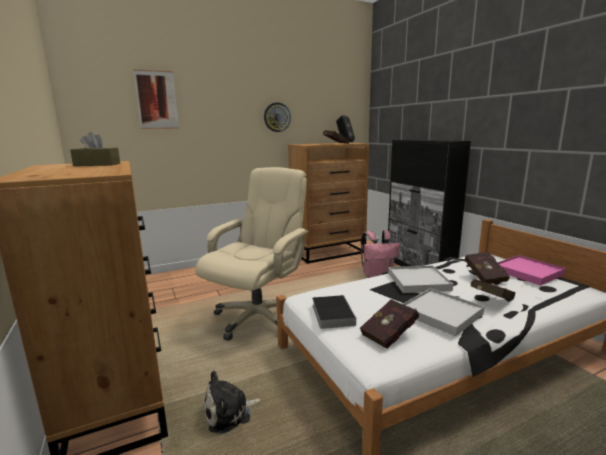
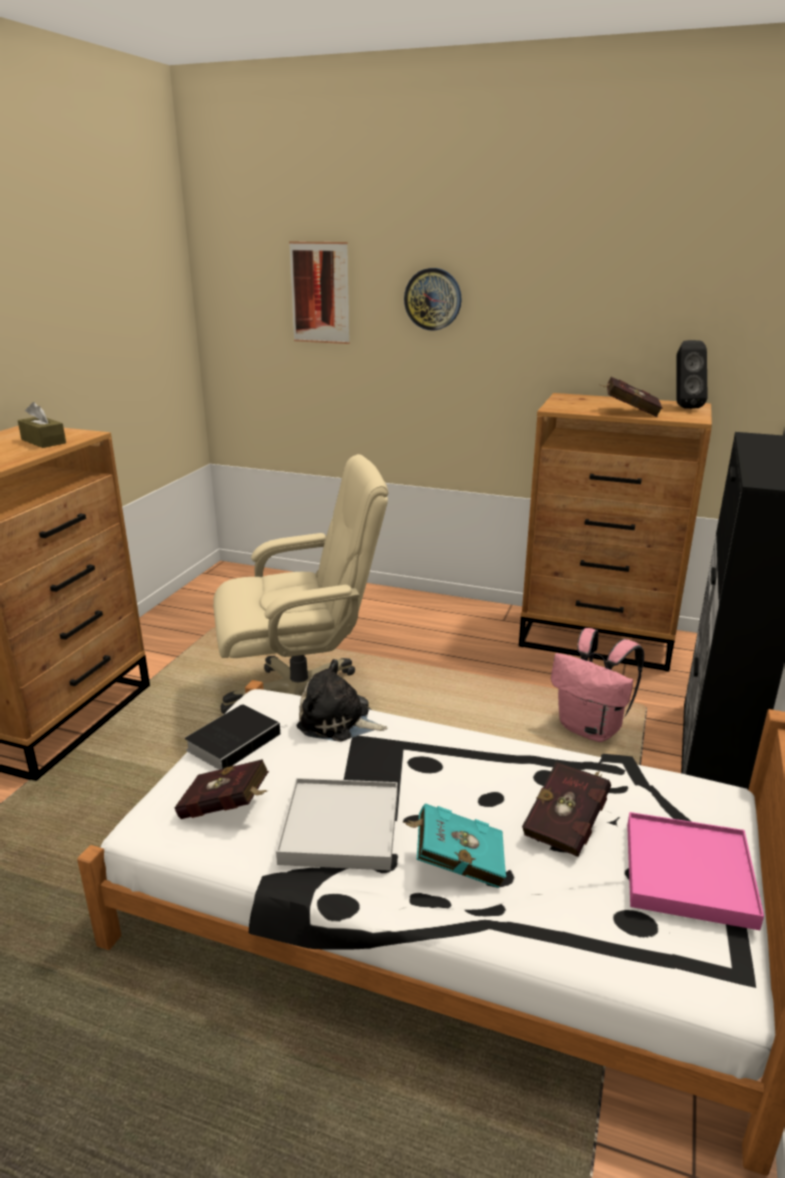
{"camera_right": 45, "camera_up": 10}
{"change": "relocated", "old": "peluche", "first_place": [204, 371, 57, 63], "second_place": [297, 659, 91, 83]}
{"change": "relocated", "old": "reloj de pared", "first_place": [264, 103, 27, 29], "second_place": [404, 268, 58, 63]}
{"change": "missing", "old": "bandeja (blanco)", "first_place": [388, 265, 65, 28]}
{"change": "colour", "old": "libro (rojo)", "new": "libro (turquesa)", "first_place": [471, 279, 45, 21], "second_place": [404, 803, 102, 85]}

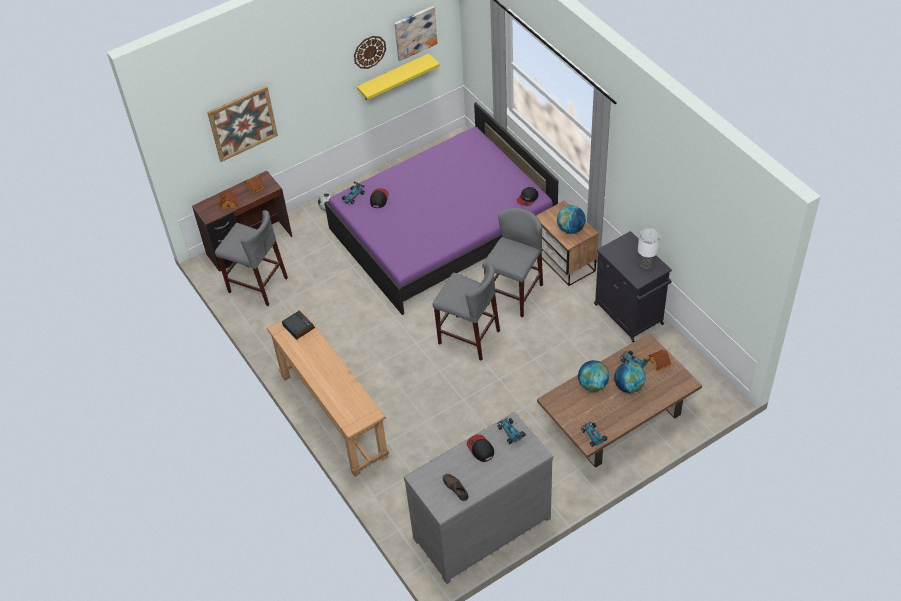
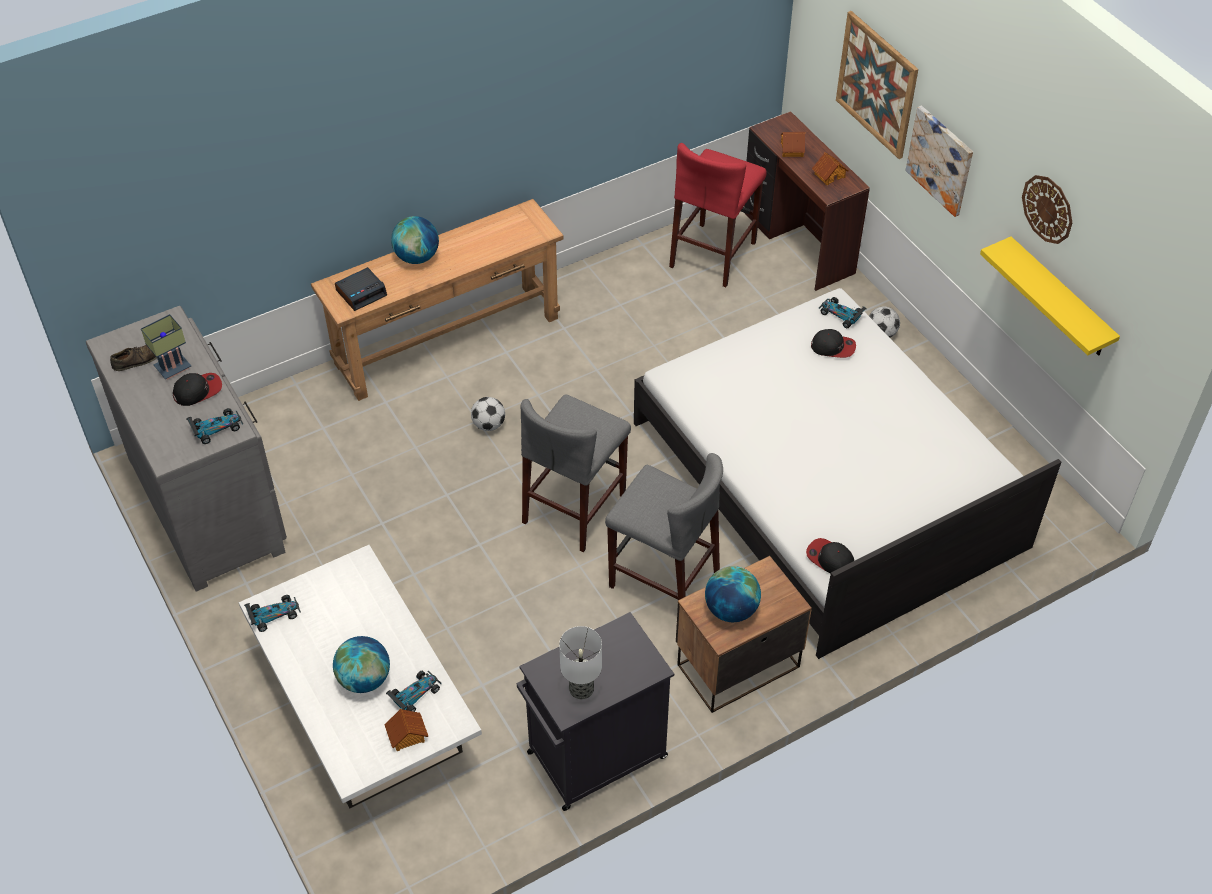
{"camera_right": 90, "camera_up": 0}
{"change": "colour", "old": "taburete (gris)", "new": "taburete (rojo)", "first_place": [215, 210, 73, 96], "second_place": [669, 143, 98, 144]}
{"change": "relocated", "old": "despertador", "first_place": [282, 311, 33, 29], "second_place": [335, 267, 52, 44]}
{"change": "colour", "old": "cama (morado)", "new": "cama (blanco)", "first_place": [324, 102, 234, 213], "second_place": [634, 288, 427, 371]}
{"change": "relocated", "old": "cuadro", "first_place": [394, 6, 43, 55], "second_place": [906, 106, 67, 111]}
{"change": "colour", "old": "mesa de centro (marrón)", "new": "mesa de centro (blanco)", "first_place": [537, 333, 165, 135], "second_place": [239, 545, 243, 263]}
{"change": "relocated", "old": "globo terráqueo", "first_place": [578, 360, 31, 31], "second_place": [391, 216, 48, 48]}
{"change": "appeared", "new": "lámpara de mesa", "second_place": [141, 314, 50, 66]}
{"change": "appeared", "new": "balón de fútbol", "second_place": [471, 397, 34, 34]}

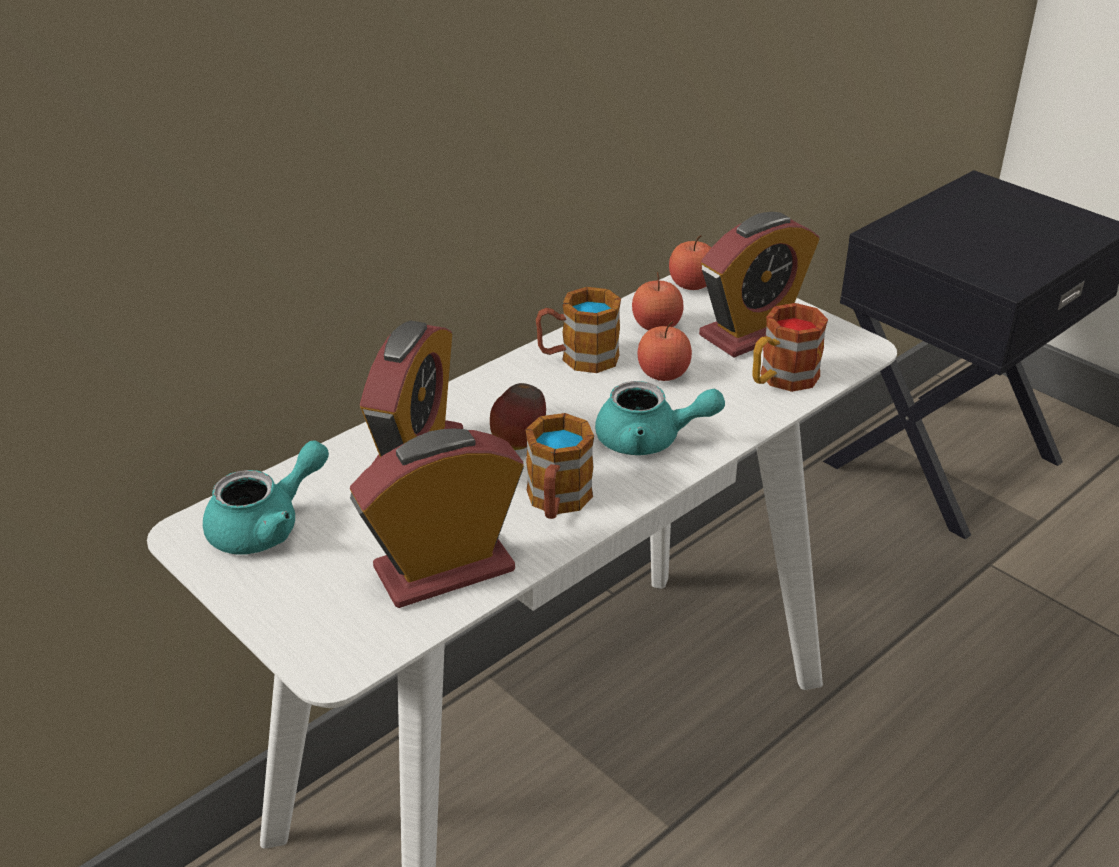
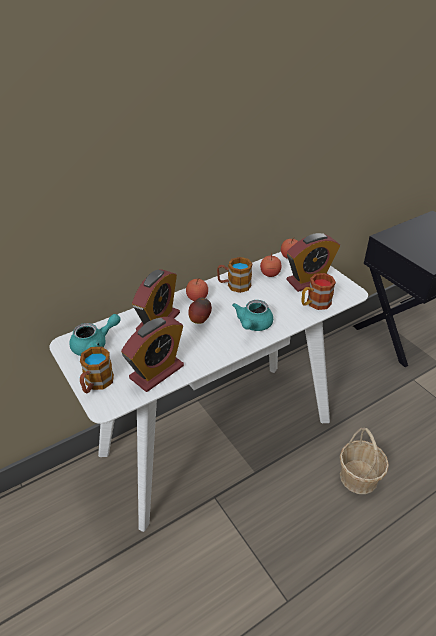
{"camera_right": 10, "camera_up": 5}
{"change": "spun", "old": "despertador", "first_place": [350, 428, 174, 180], "second_place": [121, 317, 63, 75], "degrees": 150}
{"change": "relocated", "old": "taza grande", "first_place": [525, 413, 69, 106], "second_place": [80, 347, 34, 46]}
{"change": "spun", "old": "tetera (turquesa)", "first_place": [595, 381, 130, 74], "second_place": [232, 300, 41, 31], "degrees": 90}
{"change": "relocated", "old": "manzana", "first_place": [637, 321, 55, 60], "second_place": [186, 278, 22, 23]}
{"change": "appeared", "new": "cesta", "second_place": [340, 427, 49, 67]}

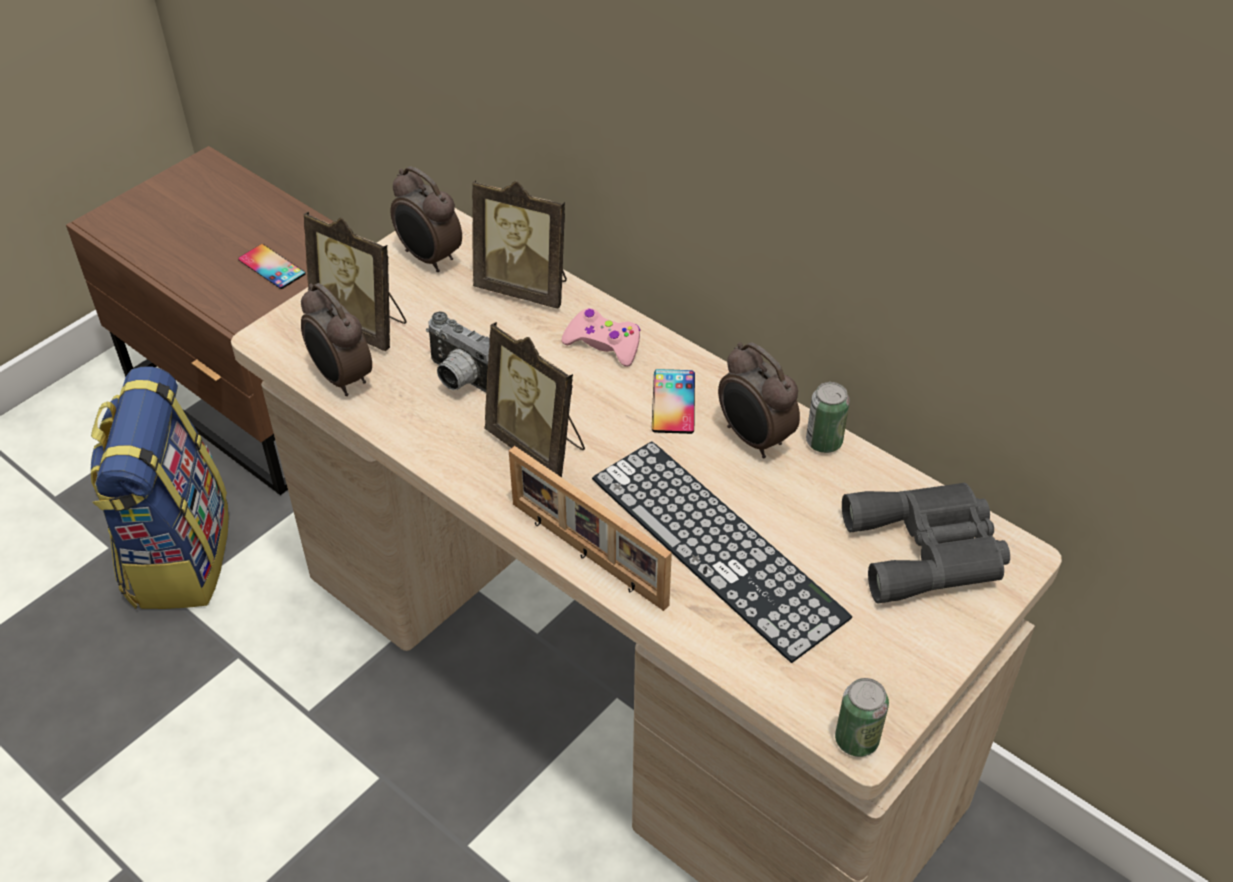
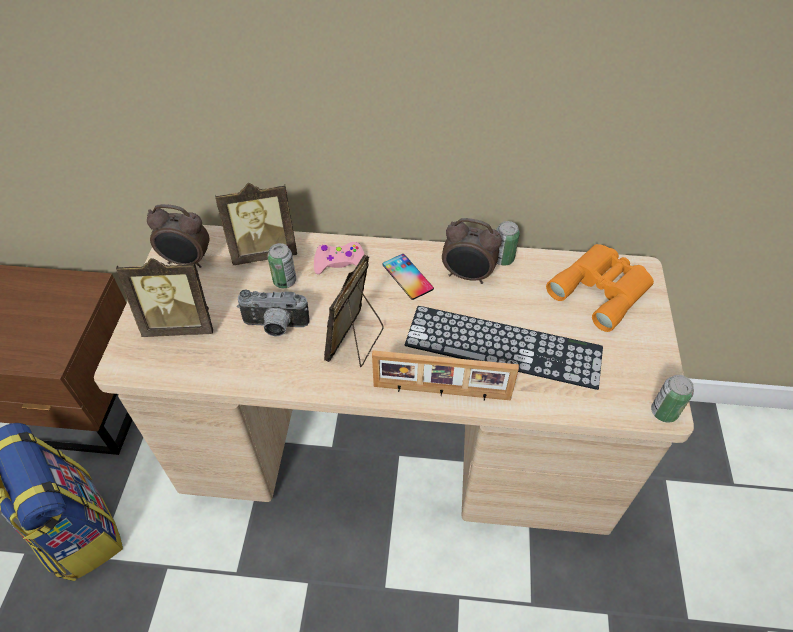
{"camera_right": -35, "camera_up": 5}
{"change": "missing", "old": "móvil", "first_place": [238, 244, 68, 45]}
{"change": "missing", "old": "despertador", "first_place": [301, 283, 71, 113]}
{"change": "spun", "old": "portarretratos", "first_place": [484, 322, 101, 155], "second_place": [324, 255, 60, 112], "degrees": 105}
{"change": "colour", "old": "prismáticos (gris)", "new": "prismáticos (naranja)", "first_place": [842, 482, 168, 121], "second_place": [546, 244, 108, 88]}
{"change": "appeared", "new": "lata", "second_place": [267, 243, 29, 45]}

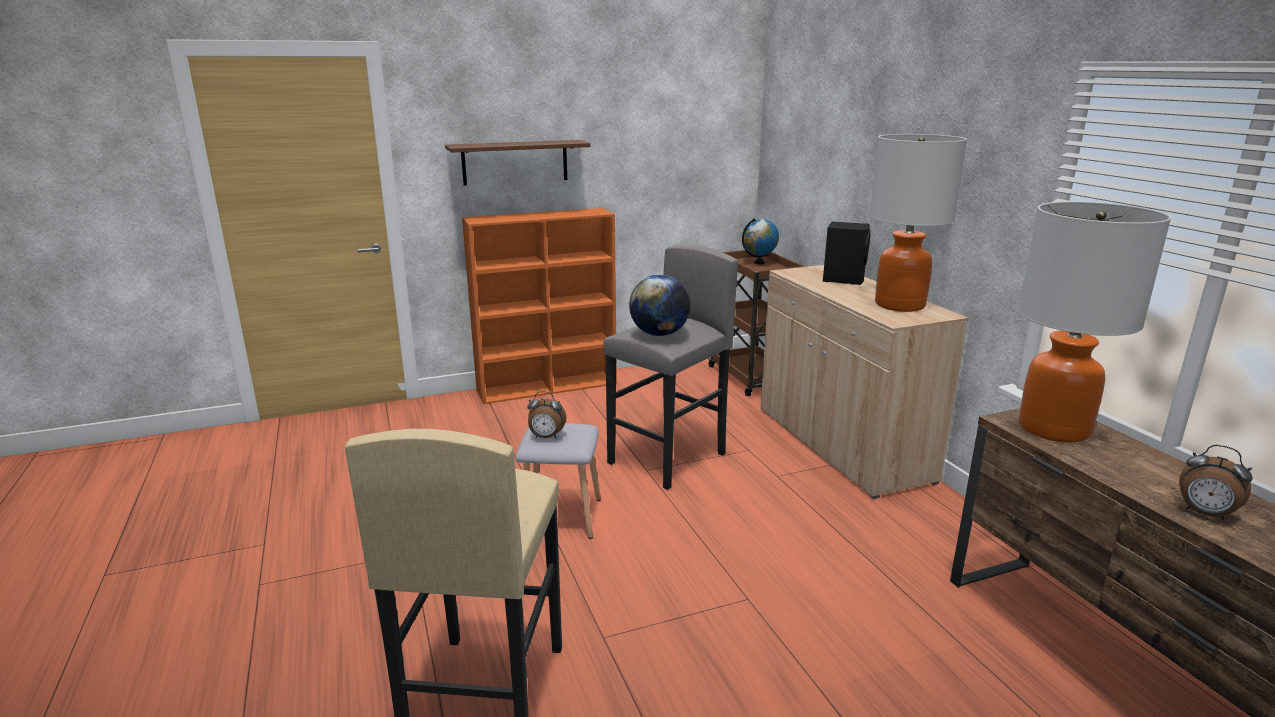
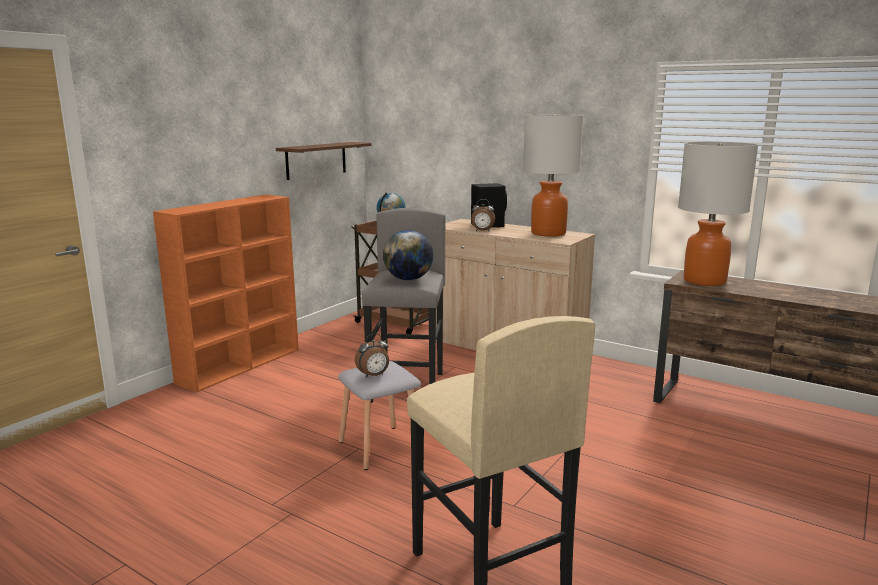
{"camera_right": -35, "camera_up": -5}
{"change": "relocated", "old": "estante (marrón)", "first_place": [445, 140, 145, 45], "second_place": [276, 142, 96, 38]}
{"change": "relocated", "old": "despertador", "first_place": [1179, 445, 74, 76], "second_place": [471, 199, 24, 32]}

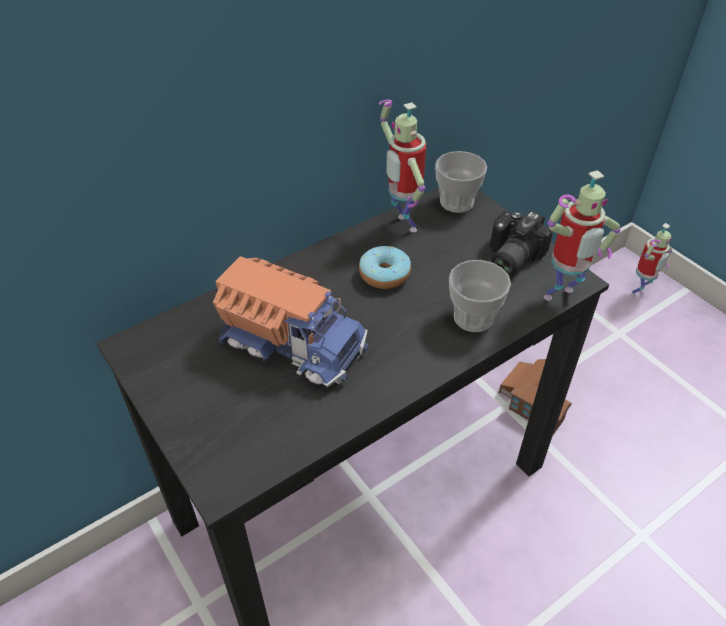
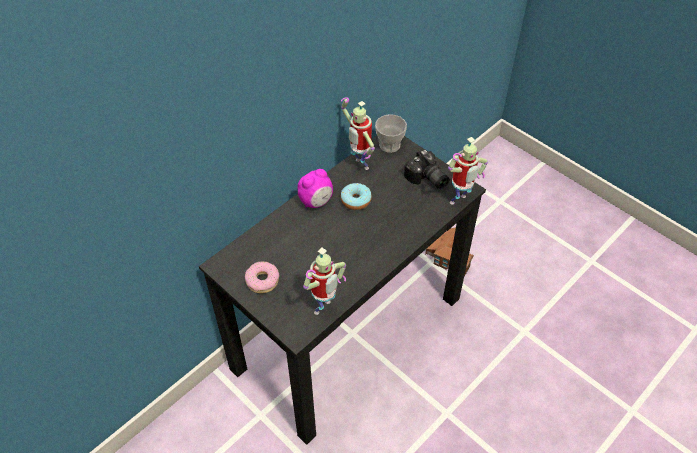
{"camera_right": -10, "camera_up": 5}
{"change": "missing", "old": "camión de juguete", "first_place": [213, 256, 156, 131]}
{"change": "missing", "old": "taza", "first_place": [449, 260, 62, 72]}
{"change": "spun", "old": "cámara", "first_place": [490, 211, 63, 66], "second_place": [404, 149, 46, 40], "degrees": -60}
{"change": "relocated", "old": "robot de juguete", "first_place": [630, 223, 43, 74], "second_place": [303, 248, 43, 67]}
{"change": "appeared", "new": "rosquilla", "second_place": [245, 261, 34, 33]}
{"change": "appeared", "new": "despertador", "second_place": [298, 169, 35, 39]}

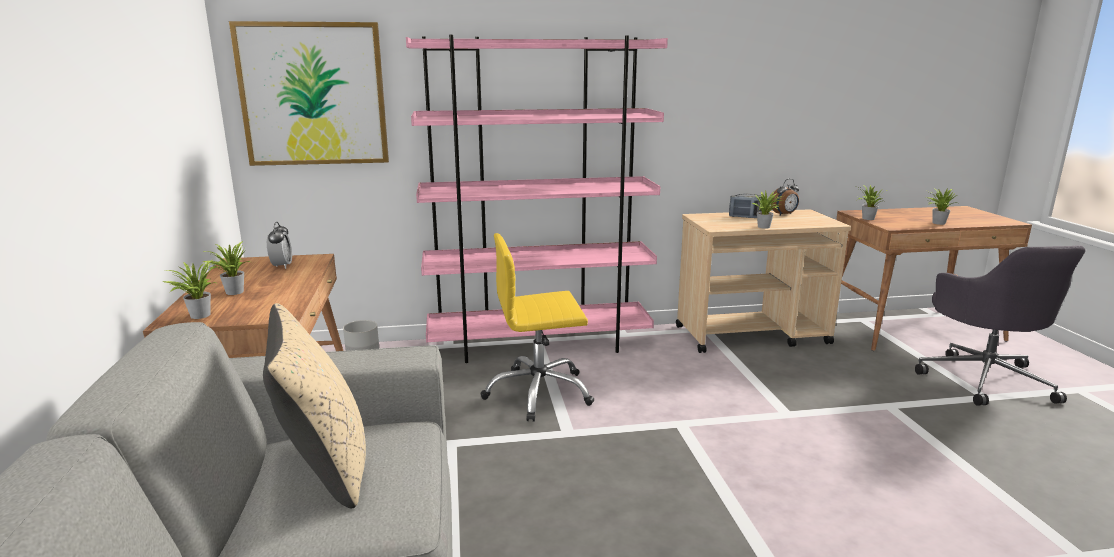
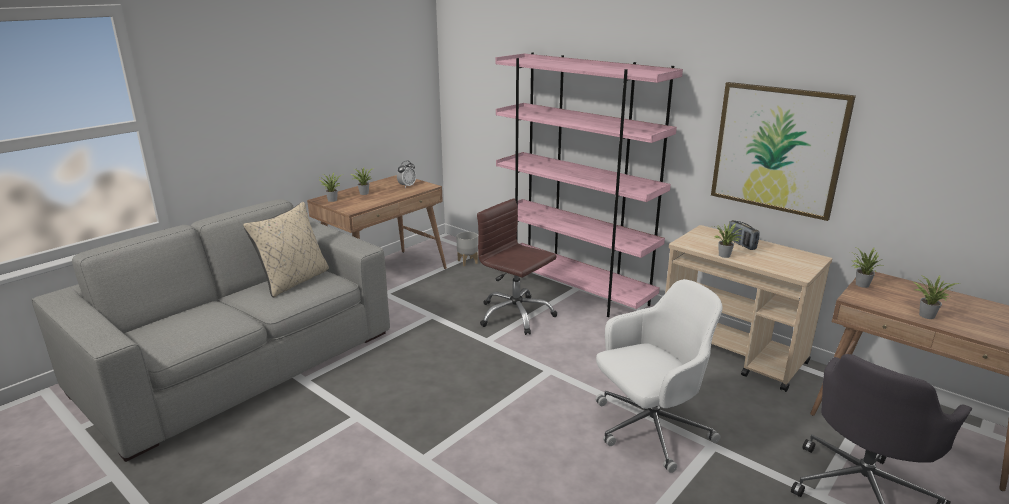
{"camera_right": 50, "camera_up": 5}
{"change": "relocated", "old": "cuadro", "first_place": [229, 21, 160, 145], "second_place": [711, 82, 145, 139]}
{"change": "colour", "old": "silla de oficina (amarillo)", "new": "silla de oficina (marrón)", "first_place": [481, 233, 113, 189], "second_place": [477, 198, 80, 137]}
{"change": "missing", "old": "despertador", "first_place": [771, 179, 28, 36]}
{"change": "appeared", "new": "silla de oficina (blanco)", "second_place": [595, 279, 128, 194]}

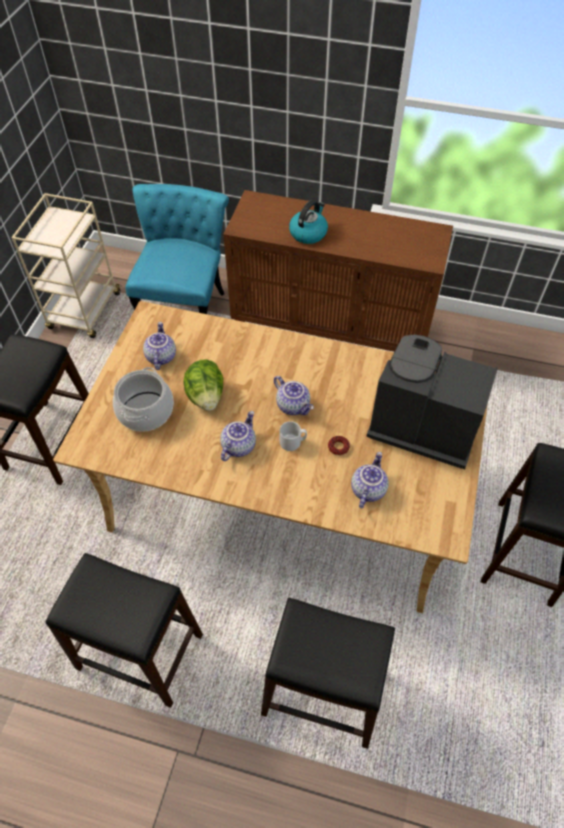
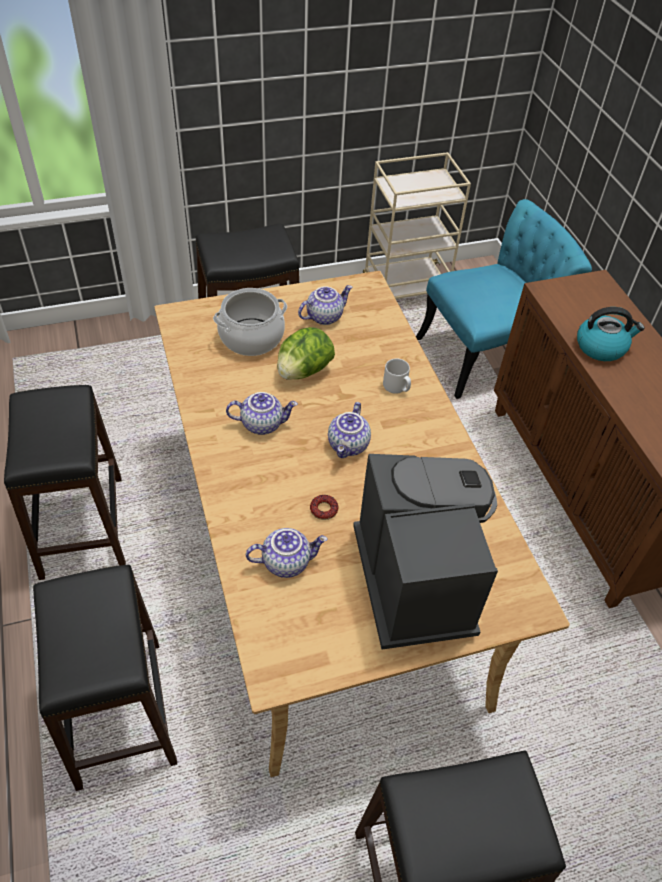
{"camera_right": 55, "camera_up": -5}
{"change": "relocated", "old": "taza grande (gris)", "first_place": [280, 421, 27, 30], "second_place": [383, 358, 28, 36]}

